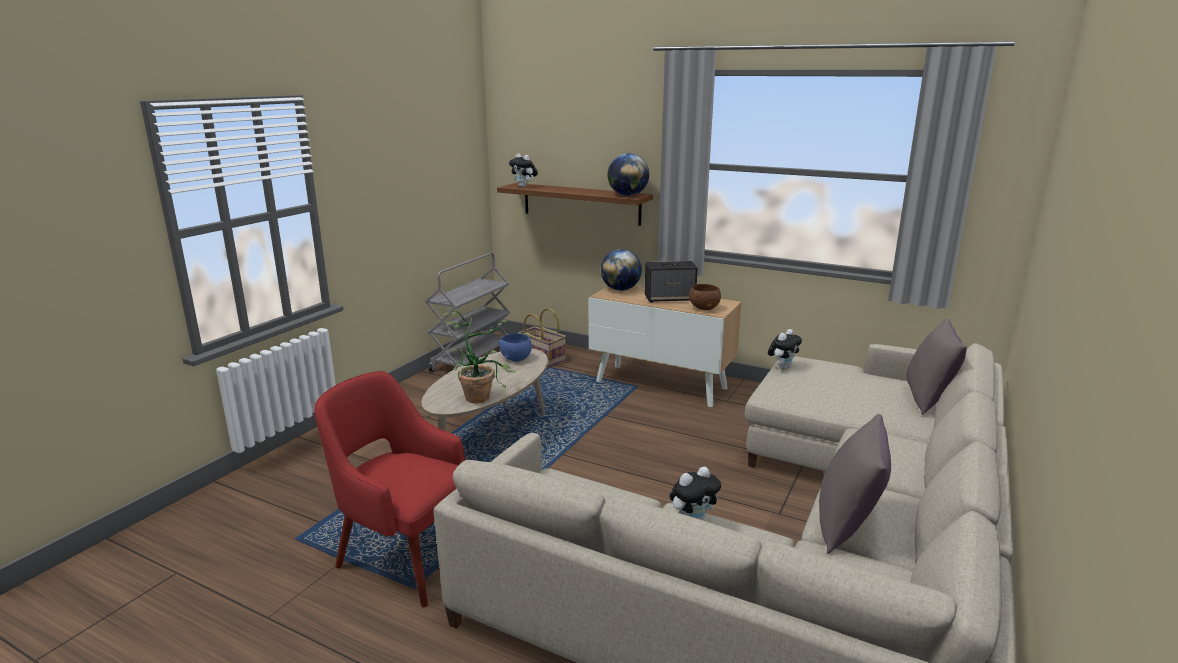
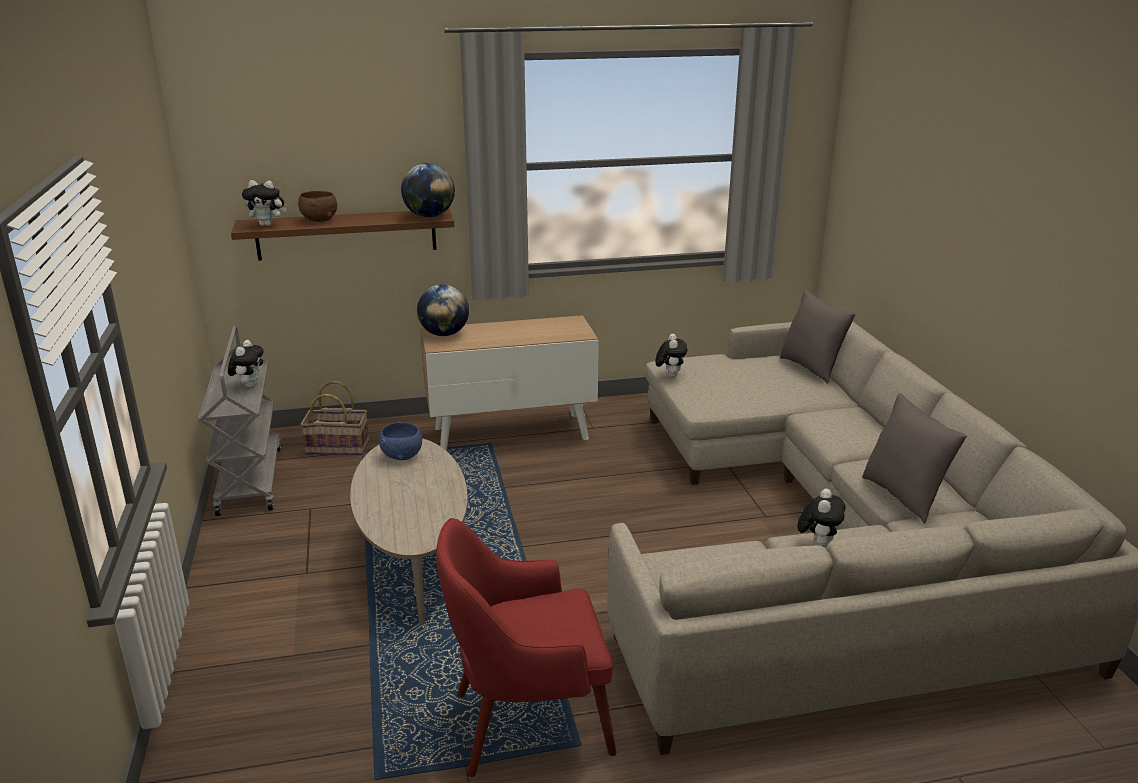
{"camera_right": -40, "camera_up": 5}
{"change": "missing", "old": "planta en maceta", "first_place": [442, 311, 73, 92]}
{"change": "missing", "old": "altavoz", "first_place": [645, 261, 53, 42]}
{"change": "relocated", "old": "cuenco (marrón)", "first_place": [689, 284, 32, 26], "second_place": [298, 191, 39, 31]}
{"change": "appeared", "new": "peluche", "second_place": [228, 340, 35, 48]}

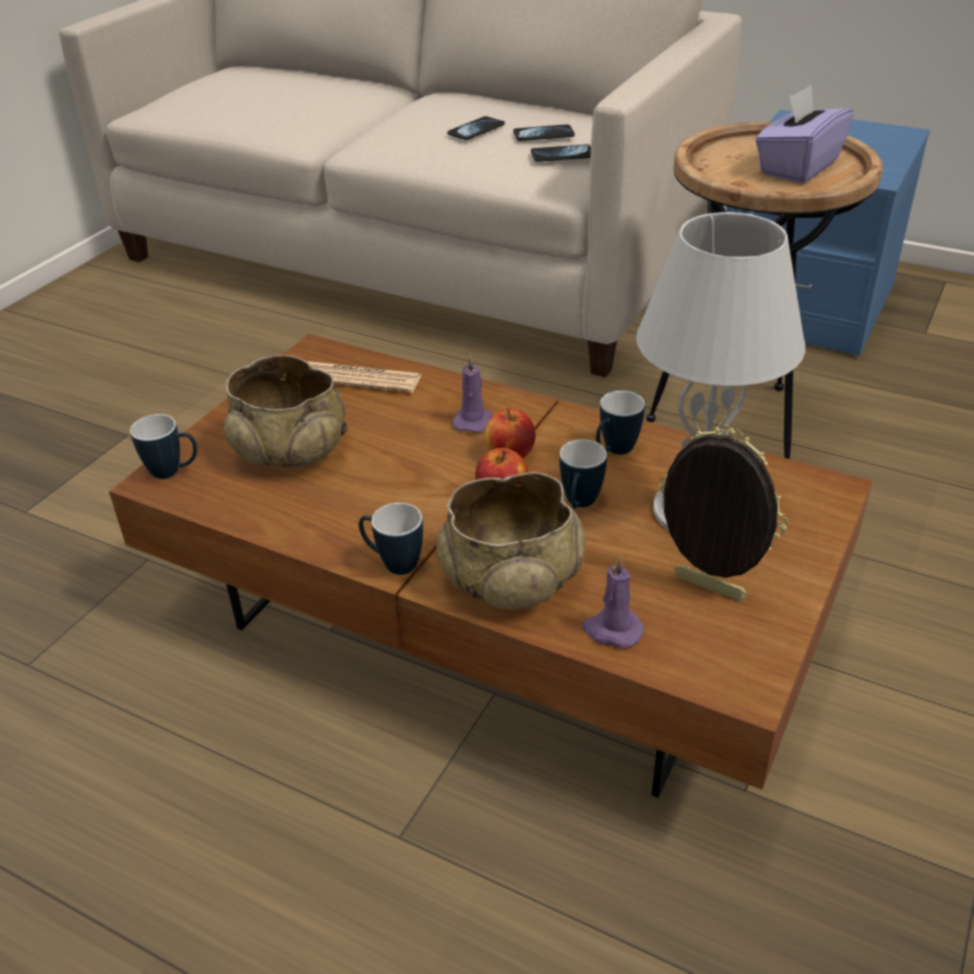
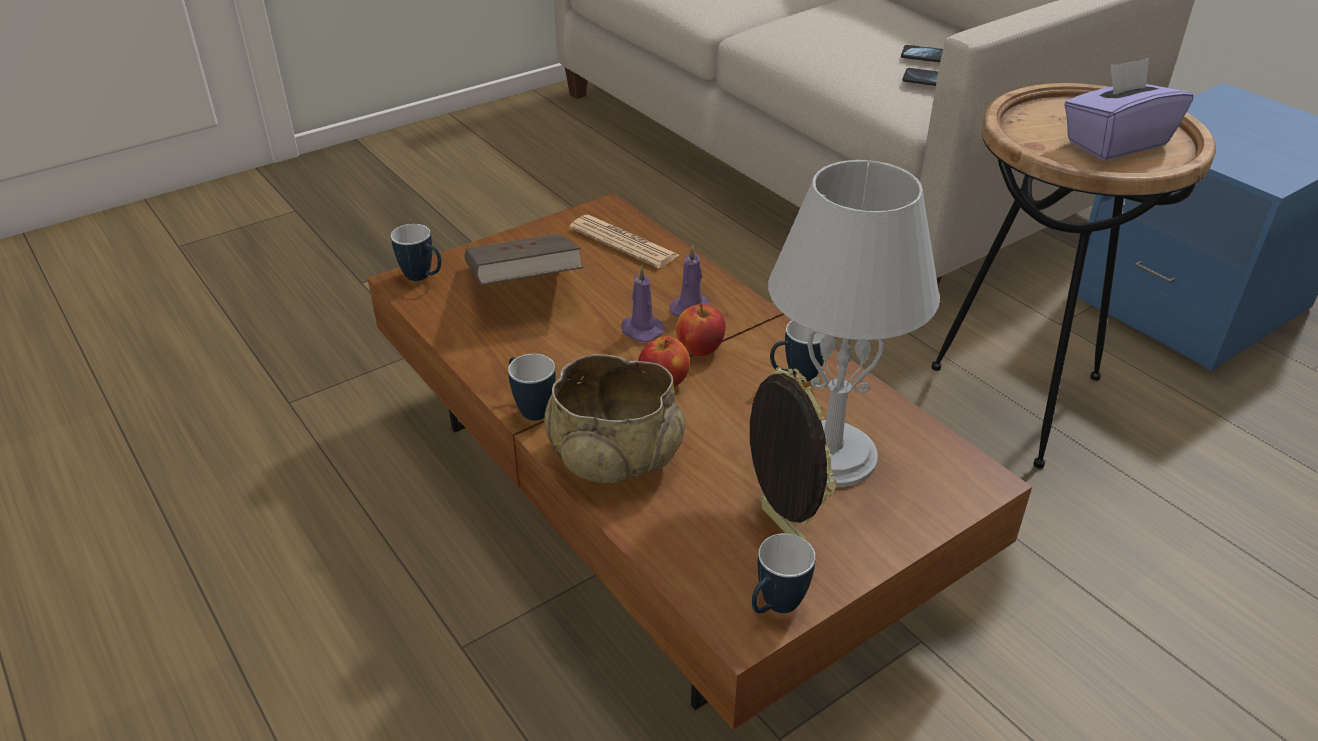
{"camera_right": 25, "camera_up": 0}
{"change": "exchanged", "old": "cuenco (beis)", "new": "libro (marrón)", "first_place": [224, 355, 124, 112], "second_place": [465, 234, 119, 51]}
{"change": "missing", "old": "móvil", "first_place": [447, 116, 58, 24]}
{"change": "relocated", "old": "taza grande", "first_place": [559, 440, 48, 69], "second_place": [751, 533, 65, 80]}
{"change": "relocated", "old": "vela (morado)", "first_place": [581, 555, 63, 93], "second_place": [621, 265, 44, 77]}

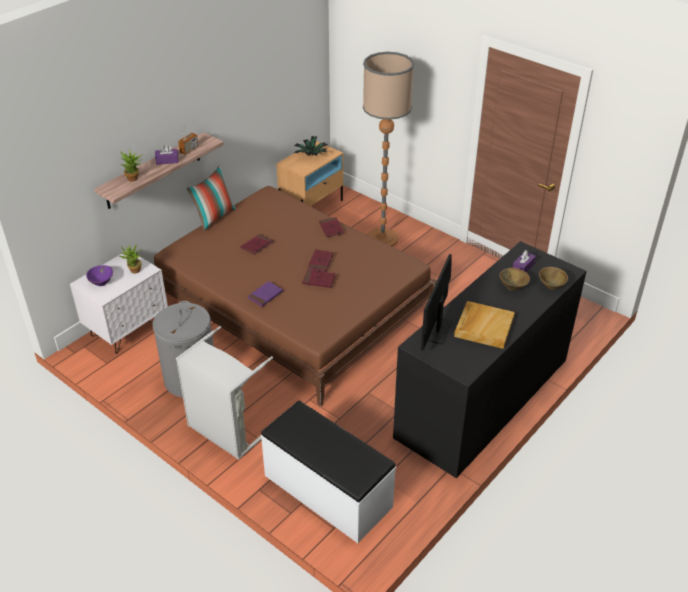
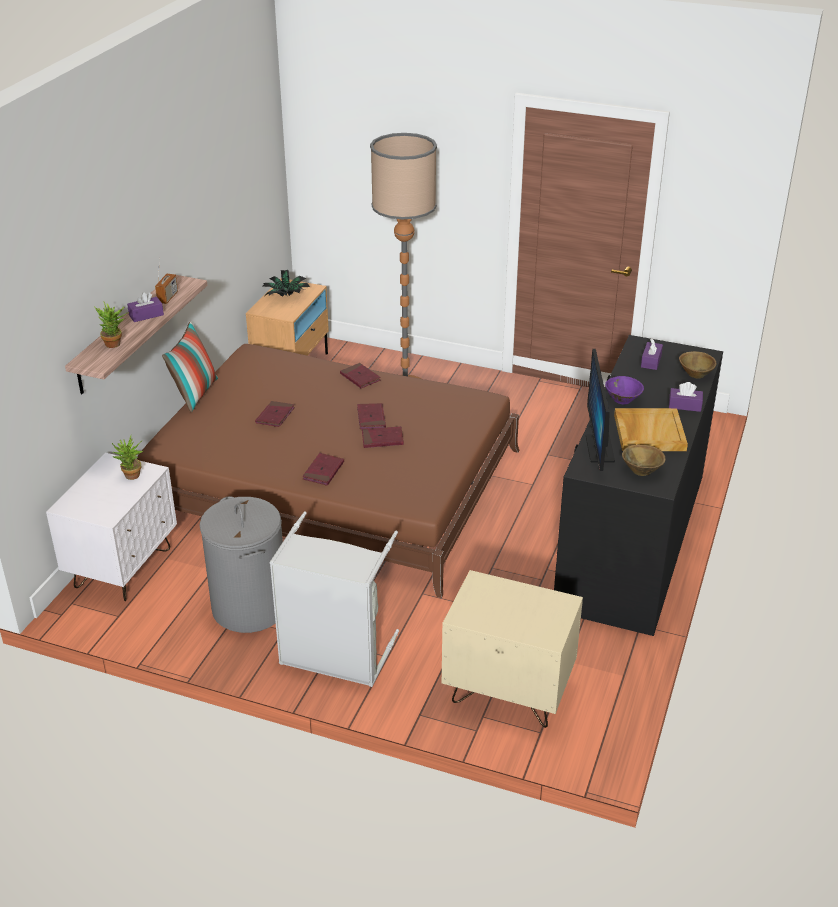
{"camera_right": -20, "camera_up": -5}
{"change": "relocated", "old": "cuenco (morado)", "first_place": [86, 265, 27, 21], "second_place": [605, 376, 39, 28]}
{"change": "colour", "old": "libro (morado)", "new": "libro (rojo)", "first_place": [248, 281, 35, 26], "second_place": [303, 453, 41, 33]}
{"change": "exchanged", "old": "banco (blanco)", "new": "mesita de noche (beis)", "first_place": [261, 401, 135, 142], "second_place": [442, 570, 141, 158]}
{"change": "relocated", "old": "cuenco (marrón)", "first_place": [499, 268, 31, 23], "second_place": [622, 444, 43, 32]}
{"change": "appeared", "new": "caja de pañuelos (morado)", "second_place": [669, 382, 34, 30]}

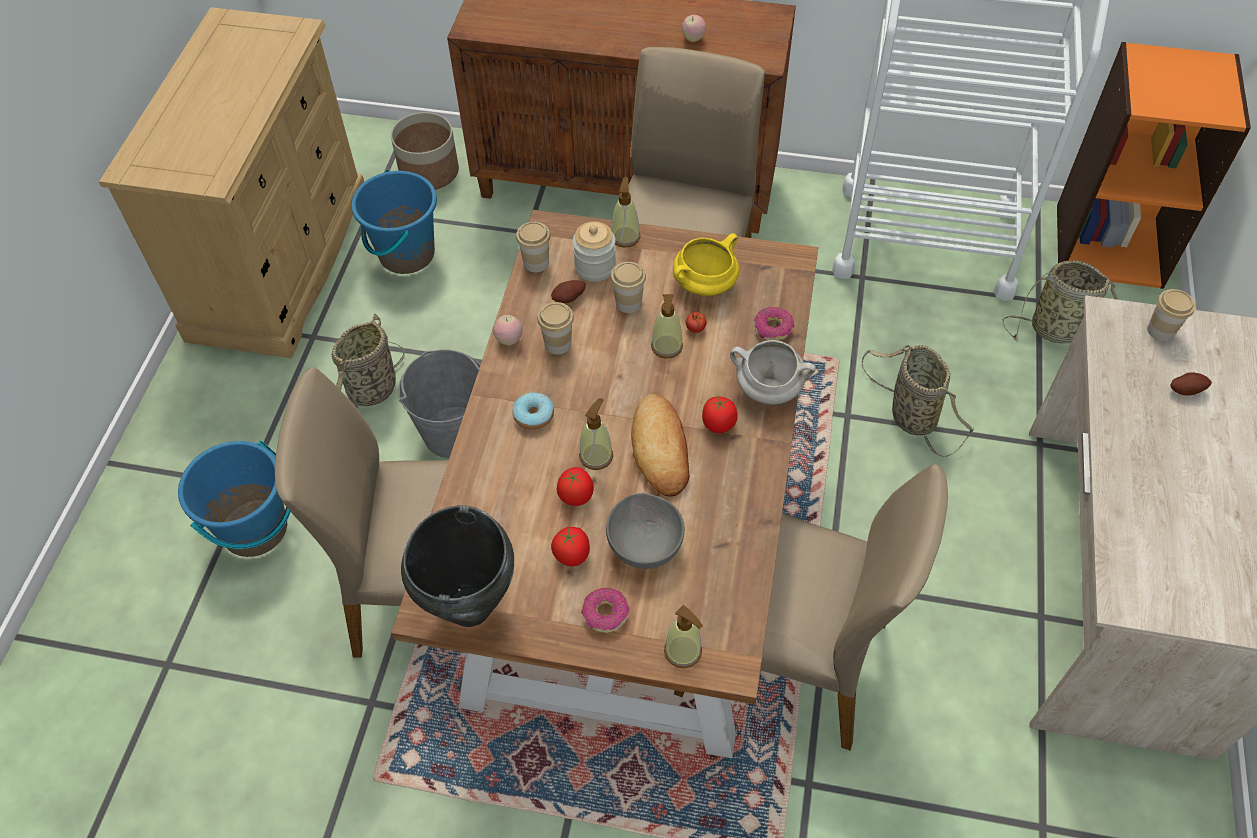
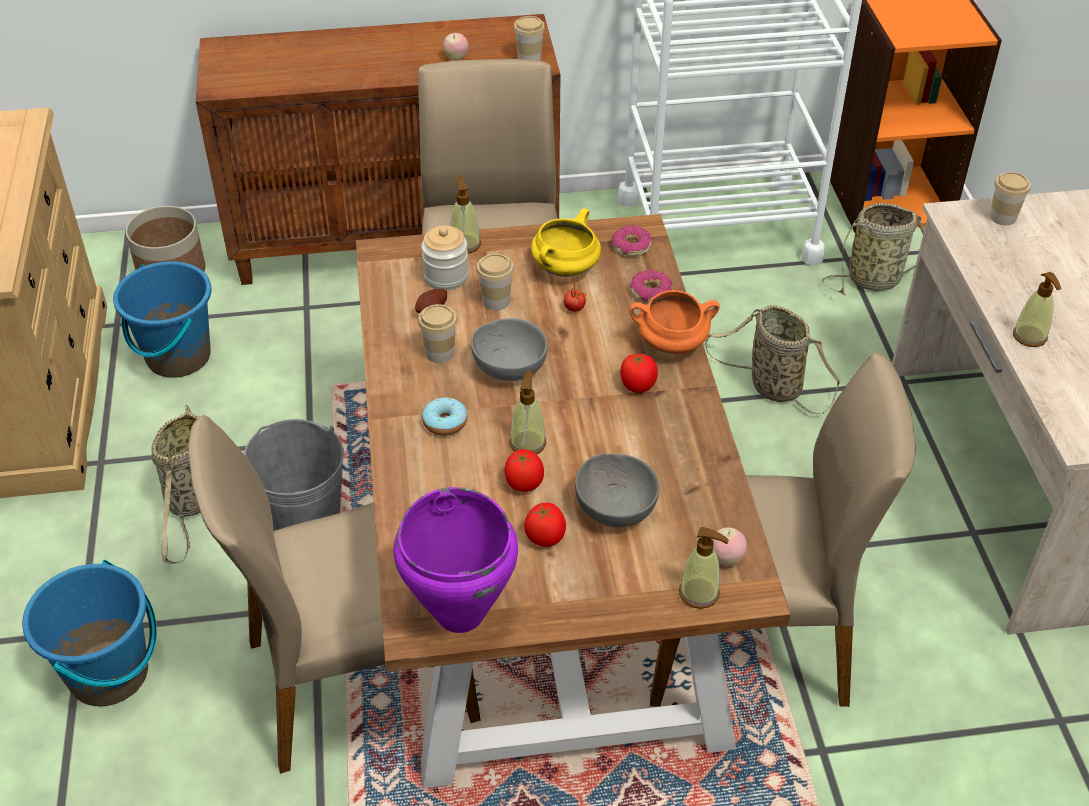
{"camera_right": -20, "camera_up": -10}
{"change": "colour", "old": "olla (negro)", "new": "olla (morado)", "first_place": [401, 505, 113, 122], "second_place": [394, 487, 124, 146]}
{"change": "relocated", "old": "manzana", "first_place": [493, 315, 30, 30], "second_place": [712, 527, 35, 39]}
{"change": "relocated", "old": "taza", "first_place": [516, 222, 35, 50], "second_place": [514, 16, 31, 45]}
{"change": "relocated", "old": "rosquilla", "first_place": [581, 588, 49, 45], "second_place": [612, 225, 40, 31]}
{"change": "missing", "old": "pan", "first_place": [631, 394, 58, 103]}
{"change": "relocated", "old": "dispensador de jabón", "first_place": [651, 294, 32, 65], "second_place": [1013, 272, 48, 75]}
{"change": "colour", "old": "olla (blanco)", "new": "olla (naranja)", "first_place": [730, 340, 86, 65], "second_place": [630, 290, 90, 64]}
{"change": "missing", "old": "patata", "first_place": [1170, 373, 42, 22]}
{"change": "appeared", "new": "cuenco (gris)", "second_place": [471, 318, 77, 63]}

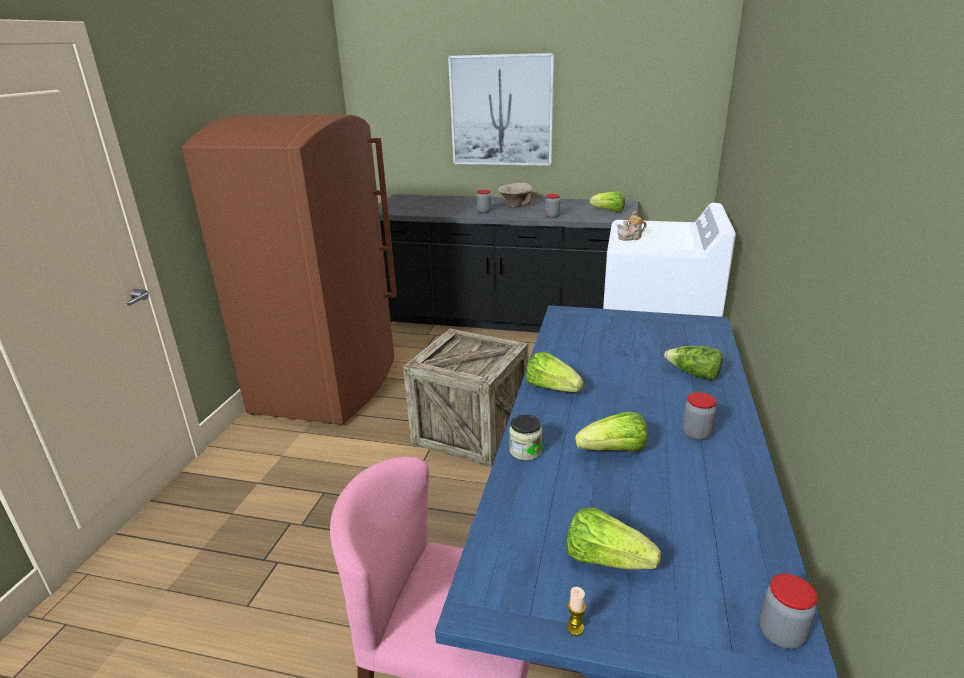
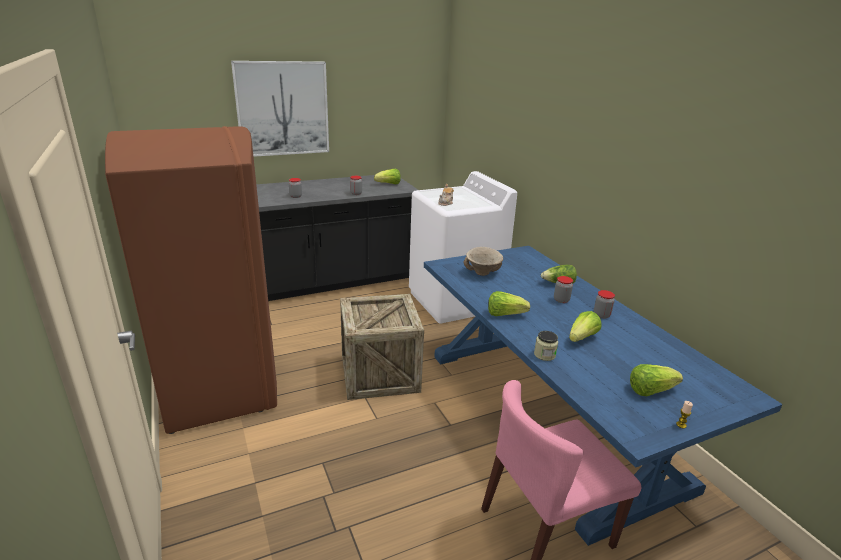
{"camera_right": -40, "camera_up": 0}
{"change": "relocated", "old": "cuenco (beis)", "first_place": [498, 183, 34, 24], "second_place": [464, 247, 39, 29]}
{"change": "relocated", "old": "tarro", "first_place": [759, 574, 59, 75], "second_place": [554, 276, 19, 27]}

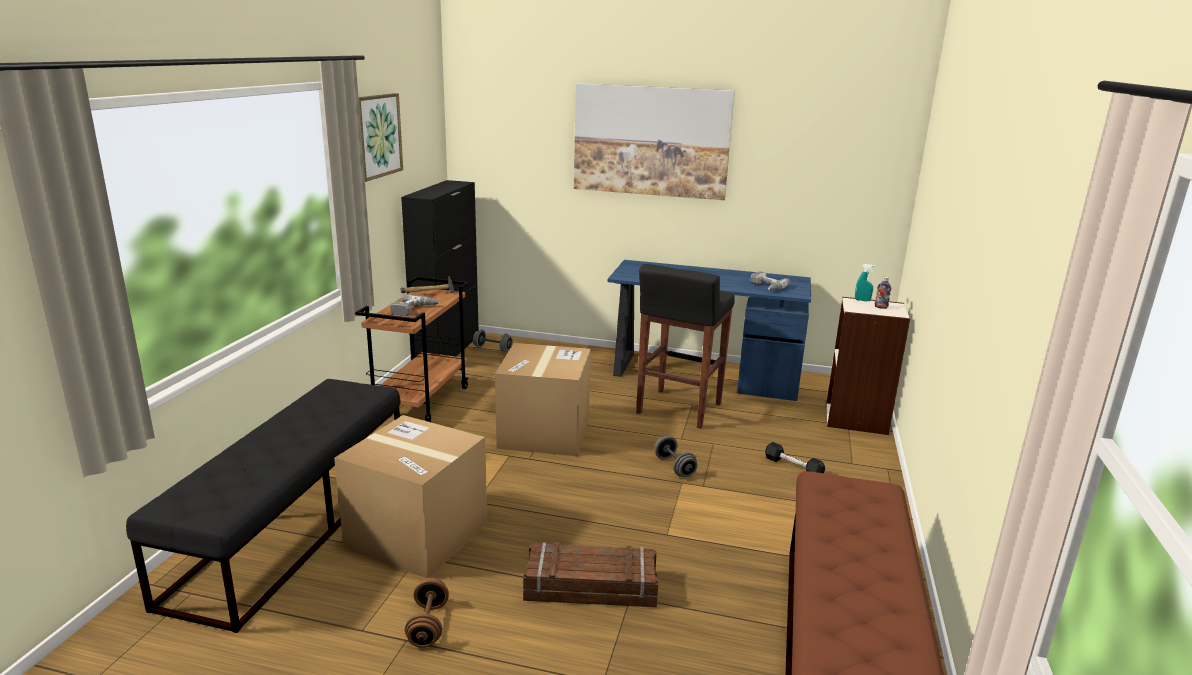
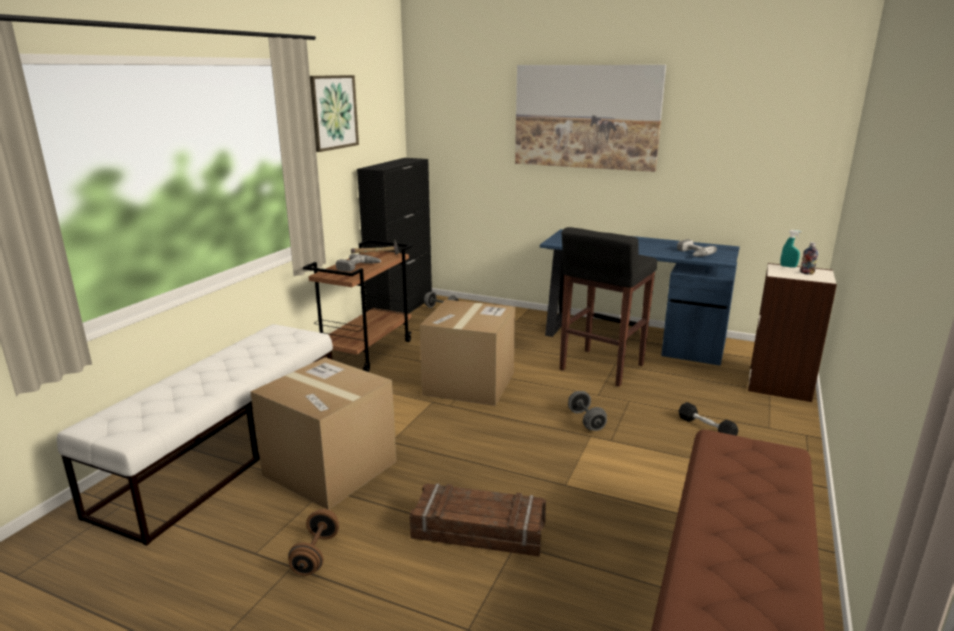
{"camera_right": 10, "camera_up": 0}
{"change": "colour", "old": "banco (negro)", "new": "banco (blanco)", "first_place": [126, 379, 275, 254], "second_place": [57, 324, 276, 222]}

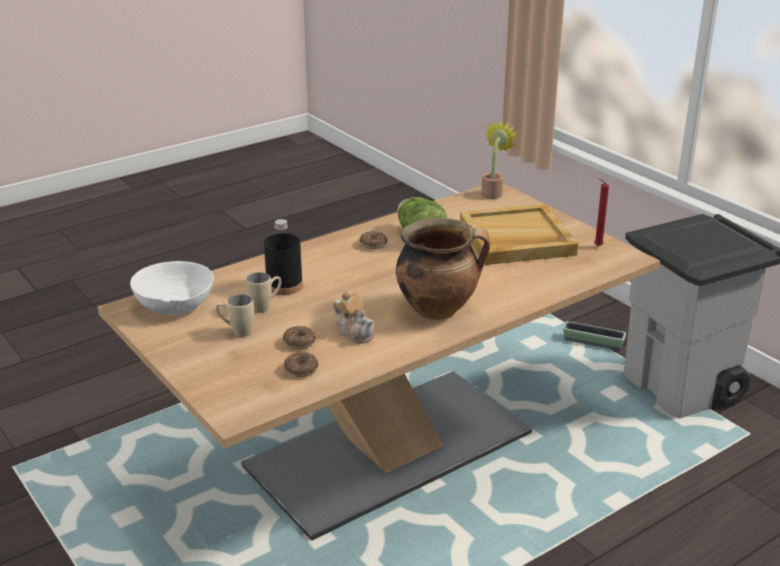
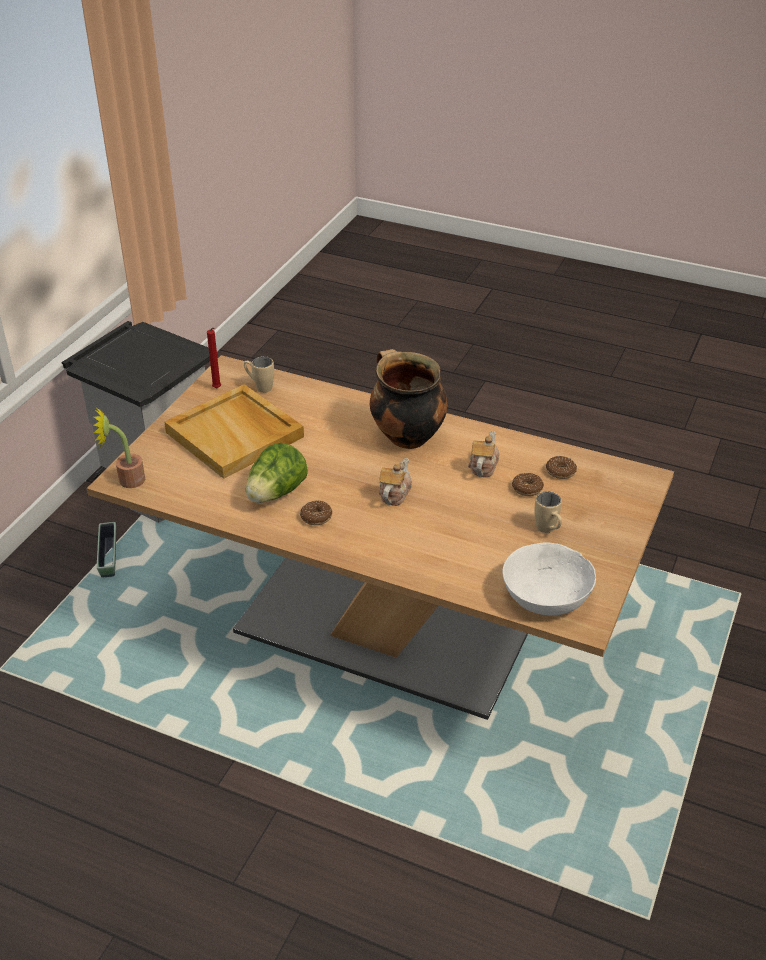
{"camera_right": -120, "camera_up": 10}
{"change": "relocated", "old": "taza grande (beis)", "first_place": [246, 272, 35, 41], "second_place": [244, 356, 30, 37]}
{"change": "missing", "old": "botella (negro)", "first_place": [264, 219, 39, 76]}
{"change": "appeared", "new": "tetera", "second_place": [379, 458, 33, 48]}

